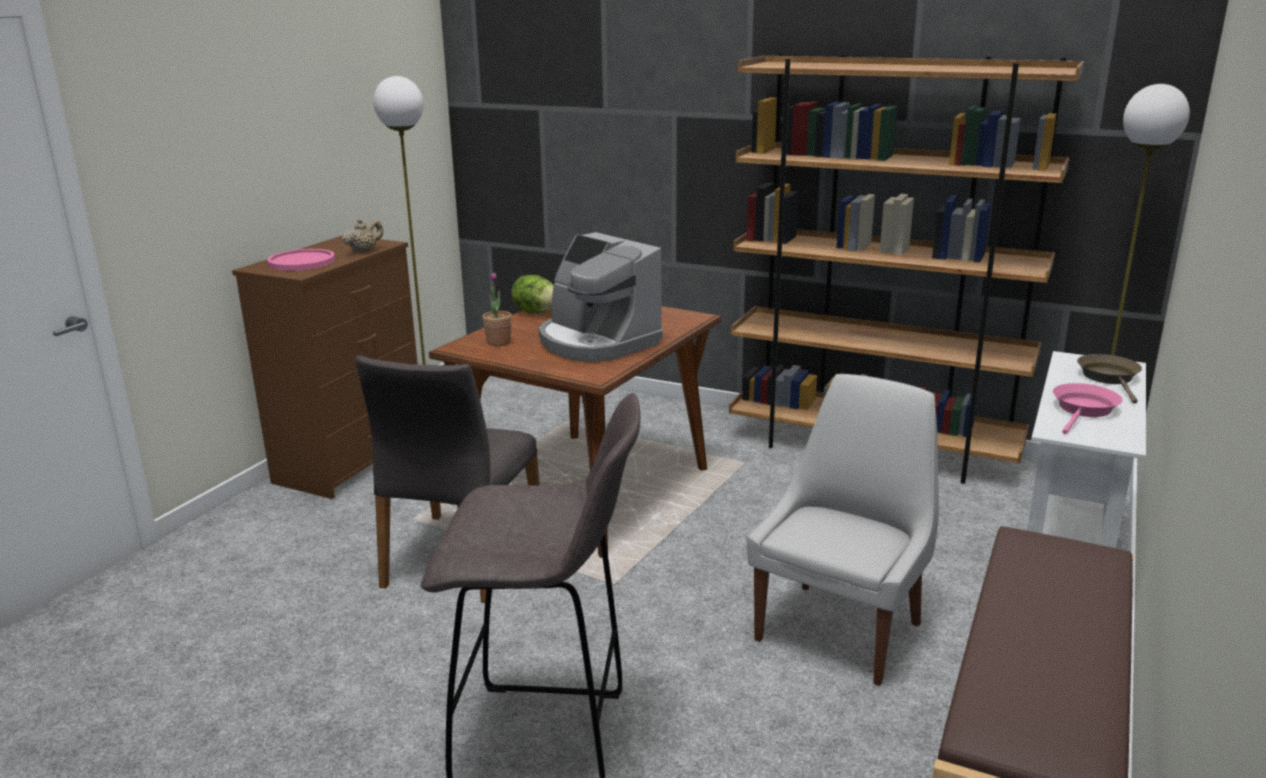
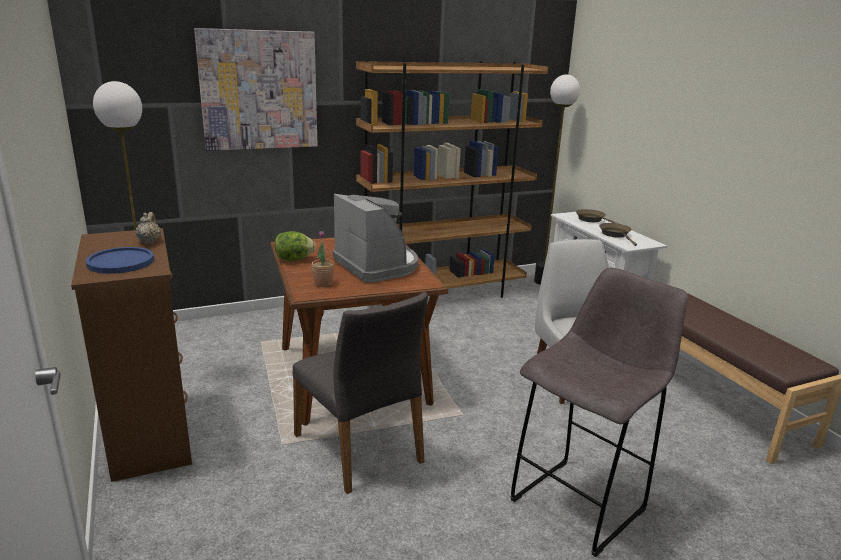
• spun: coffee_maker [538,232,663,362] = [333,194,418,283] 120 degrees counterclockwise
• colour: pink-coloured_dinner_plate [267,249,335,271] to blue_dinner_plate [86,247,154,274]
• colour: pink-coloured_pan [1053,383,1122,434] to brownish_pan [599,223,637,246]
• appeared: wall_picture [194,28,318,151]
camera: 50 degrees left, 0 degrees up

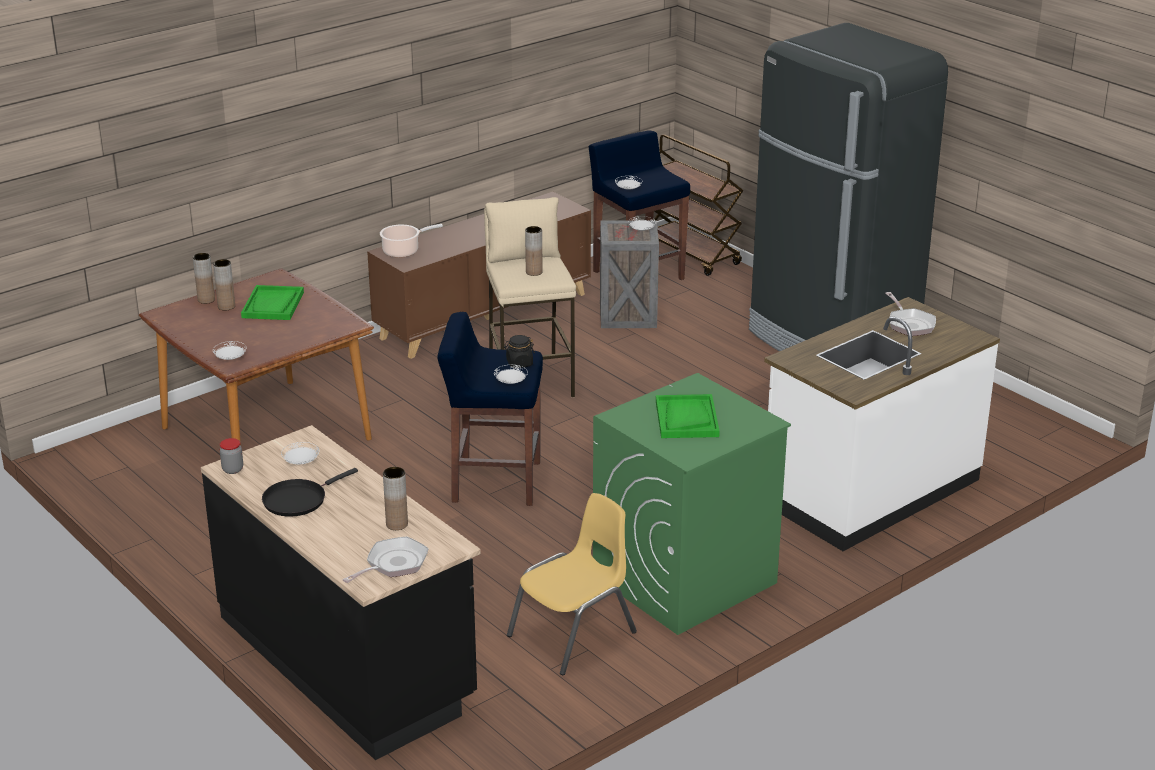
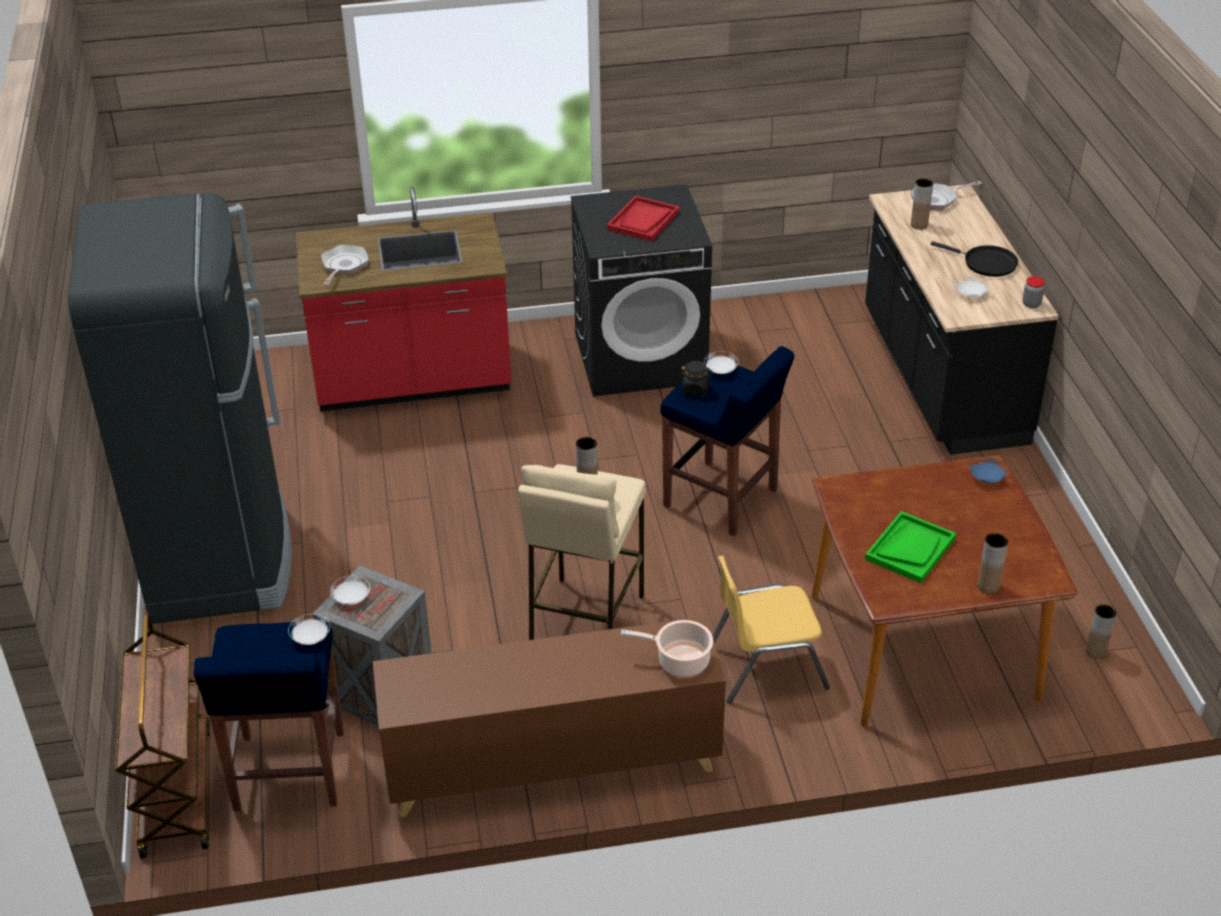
• relocated: brownish_flower_vase [213,259,235,310] to [1086,604,1116,659]
• colour: white_counter [764,297,1000,551] to red_counter [296,187,512,411]
• colour: white_dinner_plate [213,341,246,360] to blue_dinner_plate [970,457,1008,483]
• colour: green-coloured_laundry_machine [593,373,791,635] to blackish_laundry_machine [571,184,712,396]
• colour: green-coloured_serving_tray [656,394,720,438] to red_serving_tray [607,195,679,242]
• spun: blackish_pan [262,468,358,517] = [931,241,1018,277] 45 degrees clockwise
• relocated: yellowish_upright_chair [507,493,637,675] to [712,556,830,704]
camera: 150 degrees left, 10 degrees up

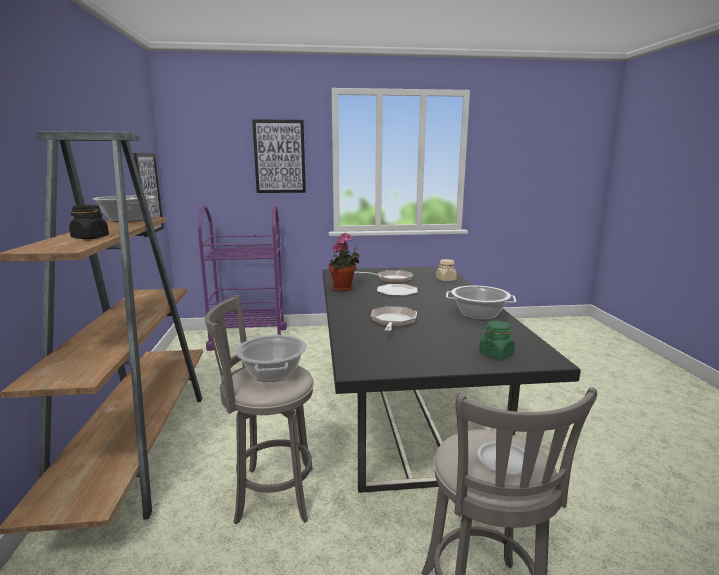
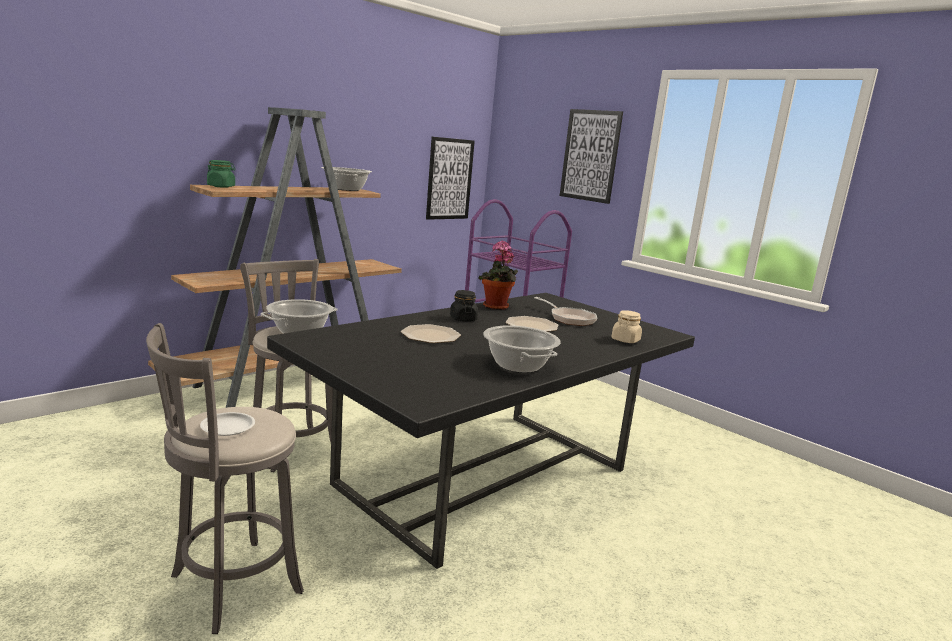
• relocated: blackish_preserve_jar [69,205,109,239] to [450,290,478,321]
• exchanged: pan [371,306,417,331] to dinner_plate [401,324,461,343]
• relocated: green-coloured_preserve_jar [479,321,515,359] to [207,160,236,188]
camera: 50 degrees right, 0 degrees up

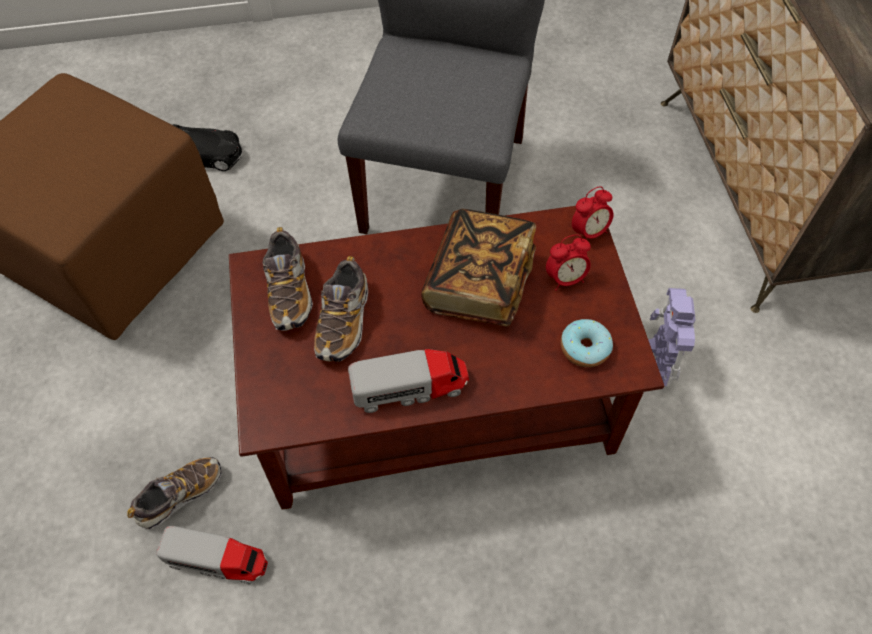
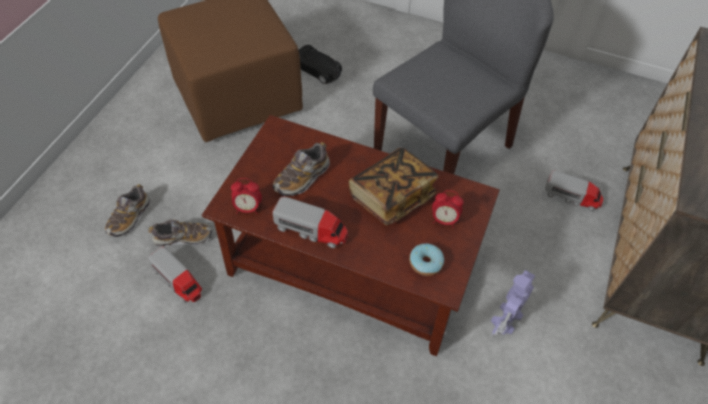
• relocated: alarm_clock [572,186,614,240] to [231,178,262,214]
• relocated: shoe [263,227,313,331] to [105,184,150,237]
• appeared: toy_truck [545,171,604,211]
camera: 30 degrees right, 5 degrees down

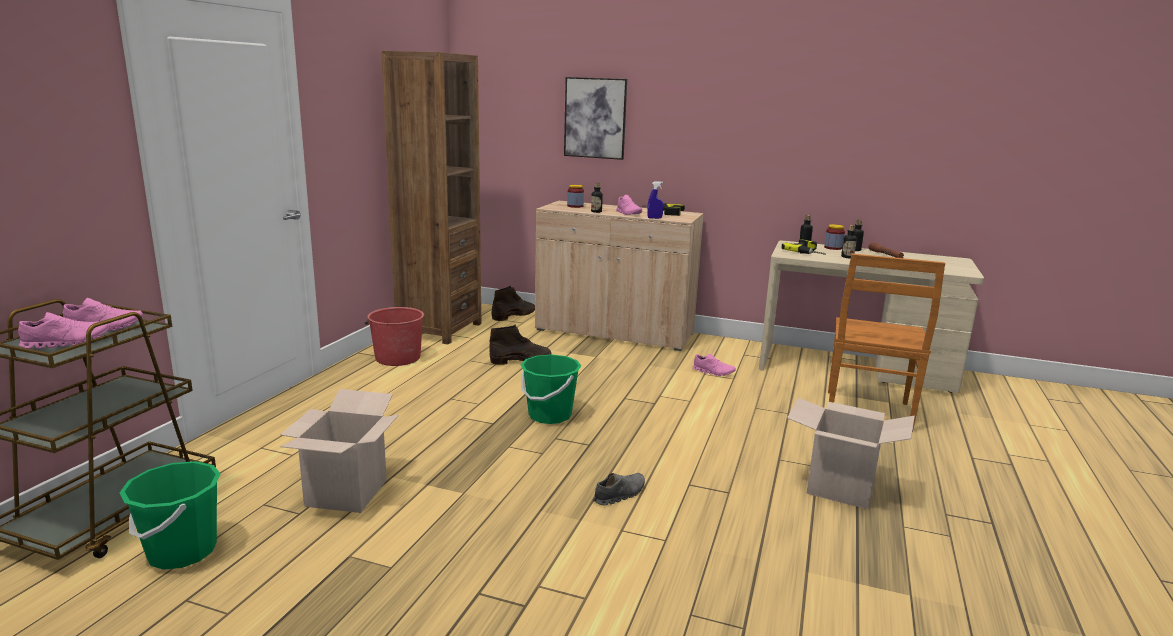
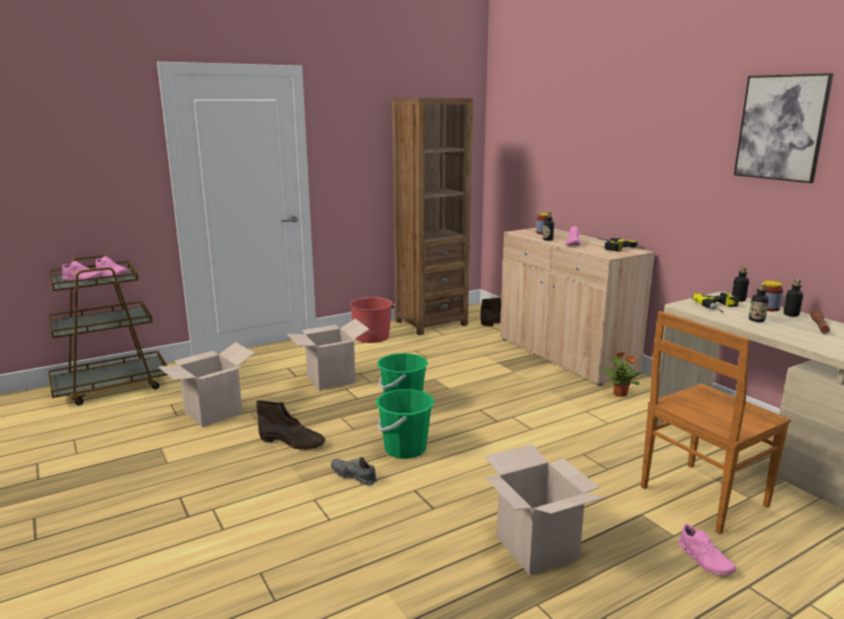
• relocated: wall_picture [564,77,627,160] to [734,73,834,183]
• missing: blue_sprayer [647,181,664,219]
• relocated: brownish_high-top_boot [489,324,552,365] to [256,400,325,450]
• relocated: pink-coloured_shoe [693,353,736,376] to [678,524,736,575]
• relocated: green-coloured_pail [120,461,221,570] to [376,389,434,459]
• spun: grey_shoe [593,473,645,505] = [331,457,377,486] 150 degrees counterclockwise
• appeared: carton [287,319,369,390]
• appeared: plant_in_a_pot [602,352,643,397]
camera: 40 degrees right, 0 degrees up

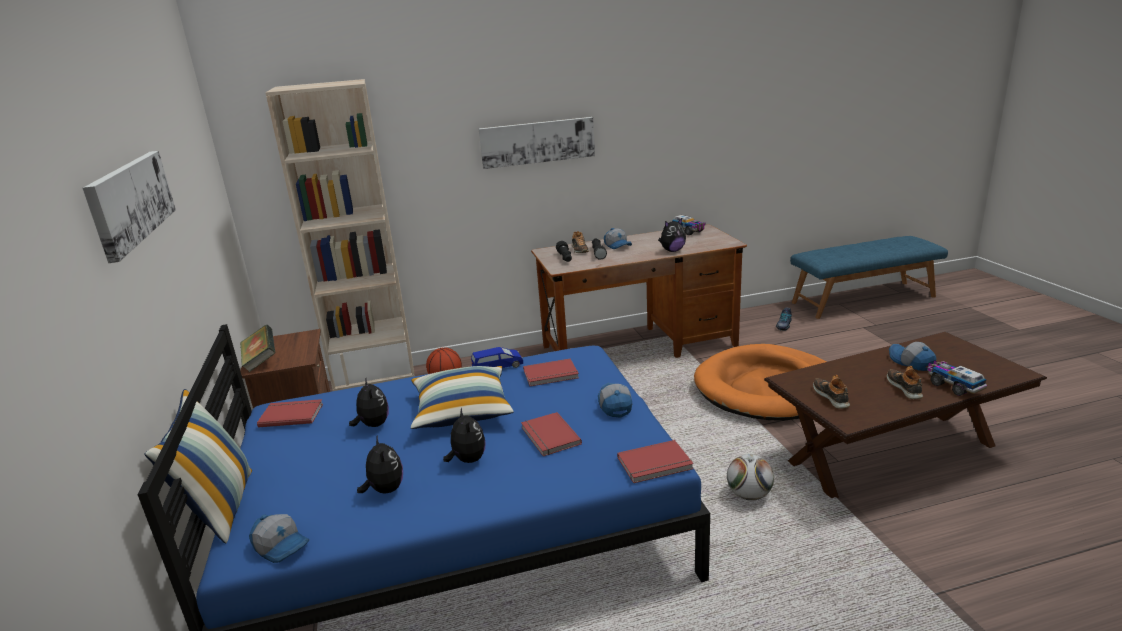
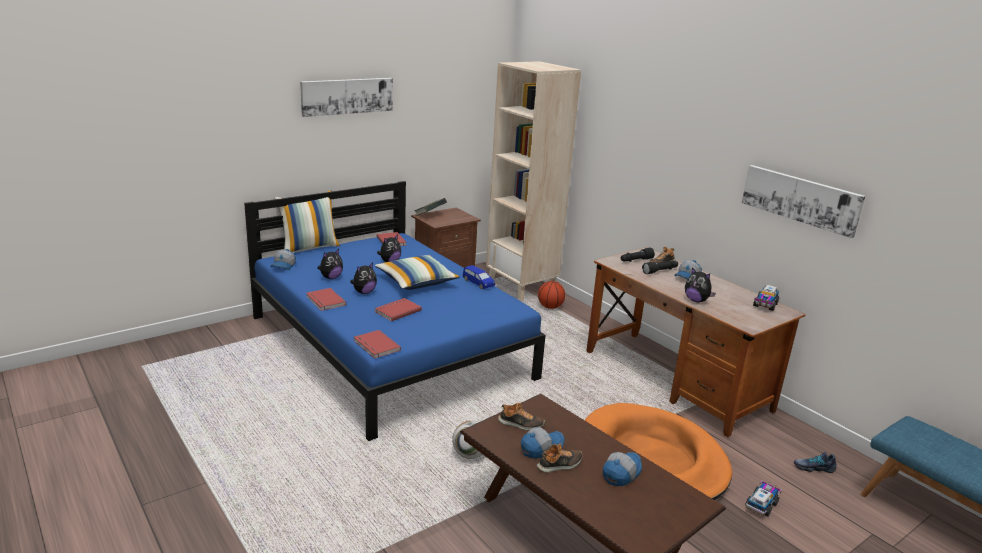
• relocated: wall_picture [479,117,595,169] to [742,165,865,238]
• relocated: red_volume [523,359,579,386] to [306,288,346,311]
• relocated: toy_truck [927,361,987,396] to [745,481,782,516]
• spun: shoe [813,375,850,409] = [498,403,545,430] 45 degrees clockwise
• relocated: cap [598,383,632,418] to [521,427,565,459]
camera: 65 degrees right, 0 degrees up

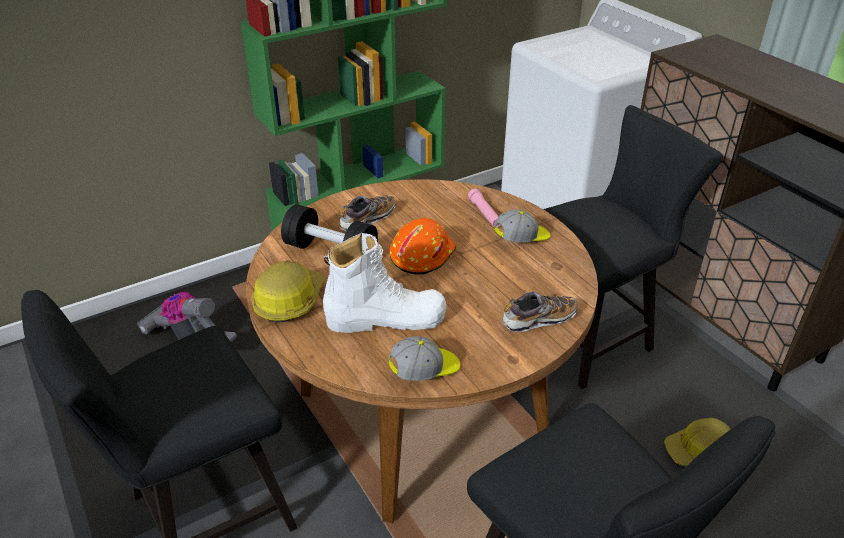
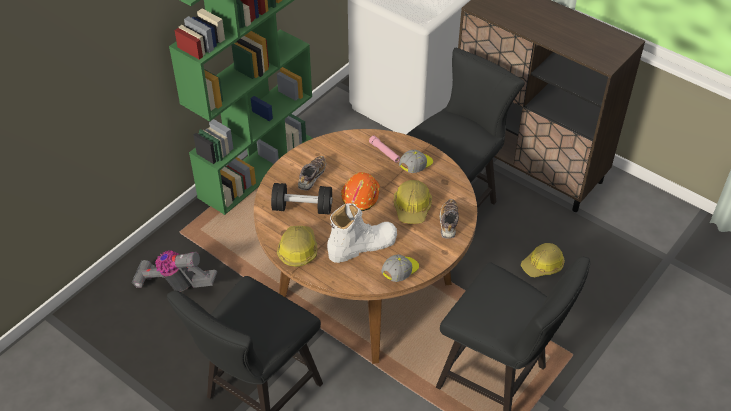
• spun: shoe [502,291,577,332] = [439,199,459,238] 45 degrees counterclockwise
• appeared: hard_hat [394,180,432,224]
camera: 20 degrees left, 10 degrees up

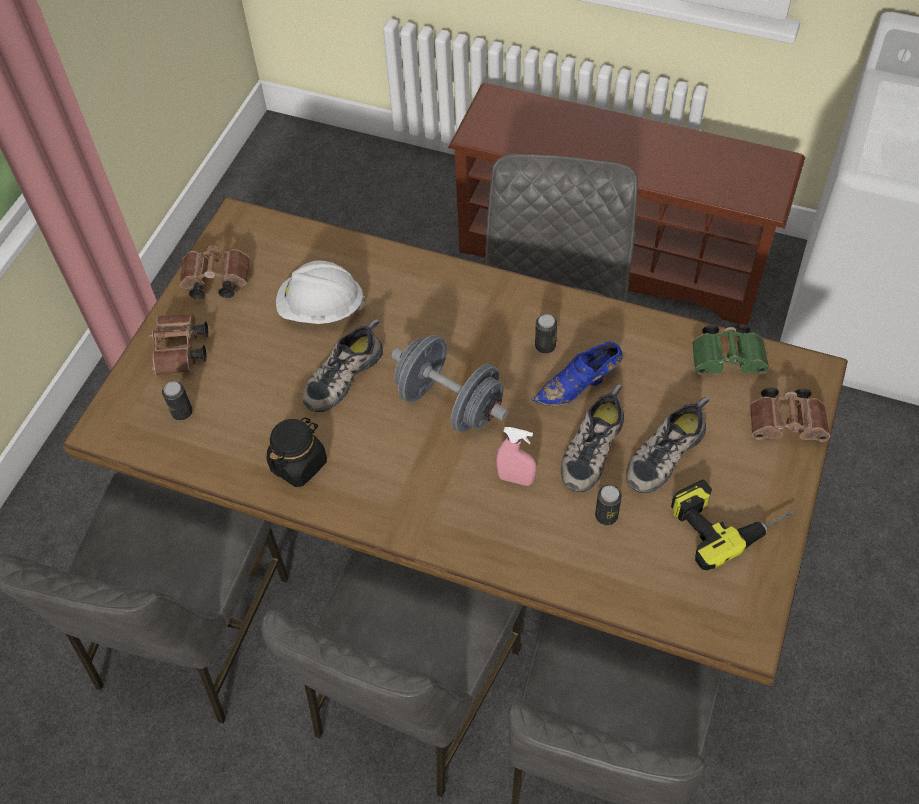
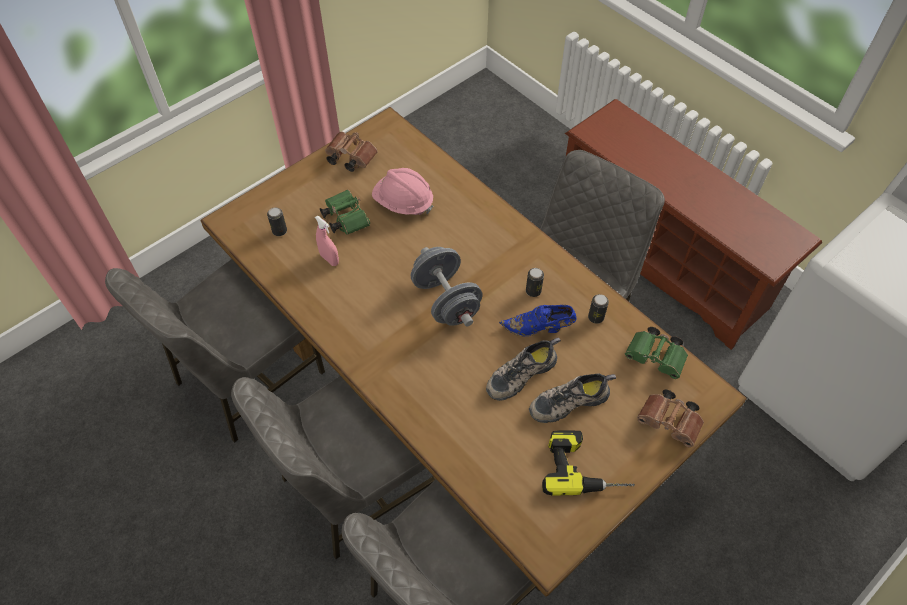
• colour: white_hard_hat [276,260,365,324] to pink-coloured_hard_hat [372,168,433,215]
• missing: brownish_pair_of_binoculars [149,314,208,375]
• missing: shoe [302,319,383,412]
• missing: blackish_preserve_jar [267,417,327,487]
• relocated: pink-coloured_sprayer [496,427,537,486] to [315,216,339,266]
• relocated: sealed_can [595,485,622,525] to [588,294,609,324]
• appeared: green-coloured_pair_of_binoculars [320,190,370,235]
camera: 25 degrees right, 0 degrees up

